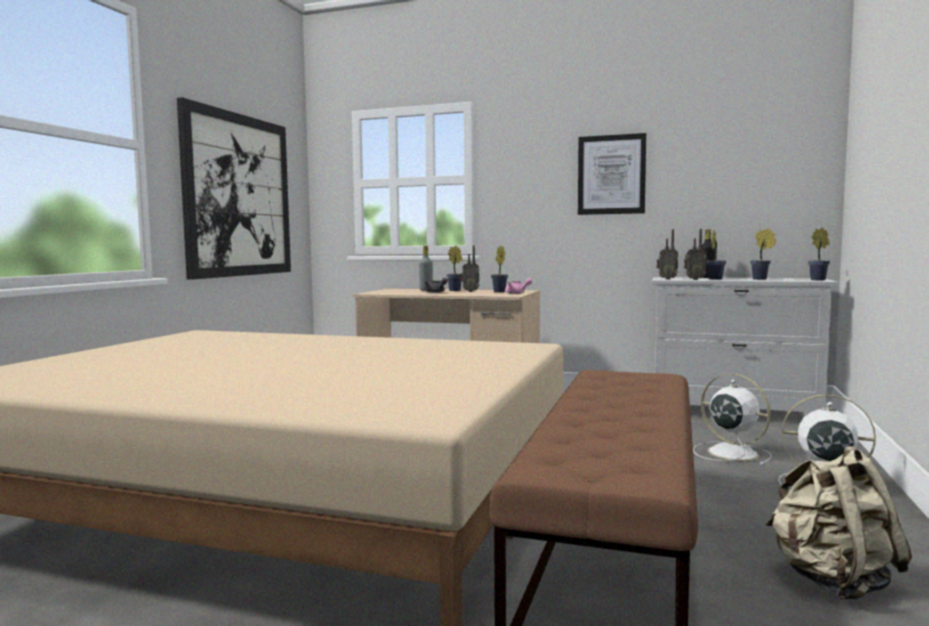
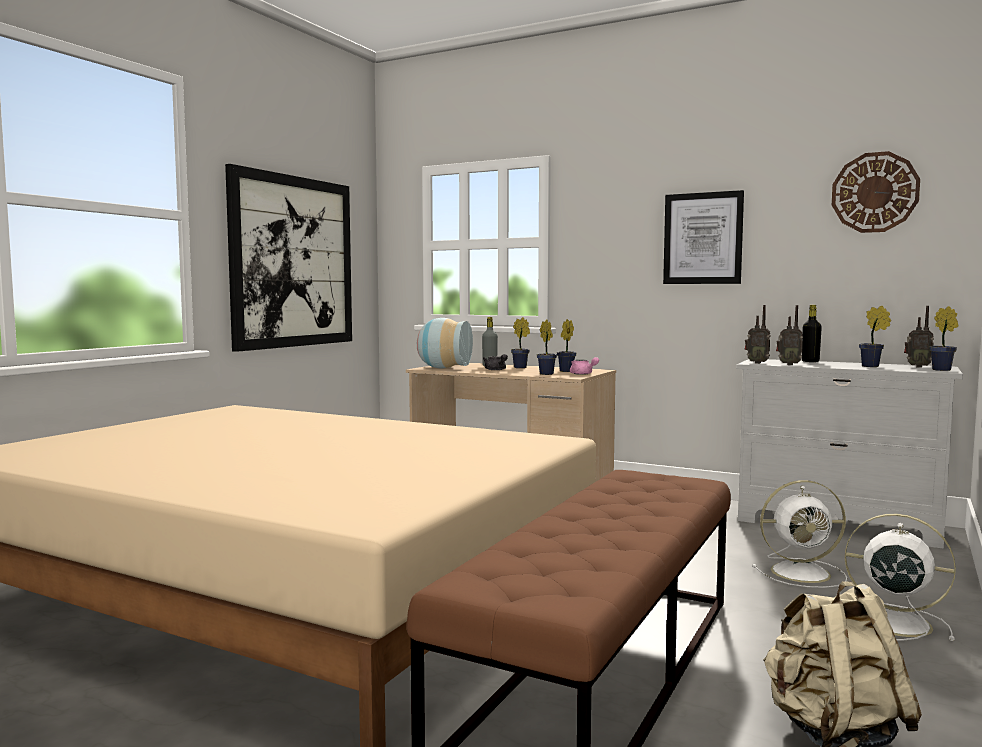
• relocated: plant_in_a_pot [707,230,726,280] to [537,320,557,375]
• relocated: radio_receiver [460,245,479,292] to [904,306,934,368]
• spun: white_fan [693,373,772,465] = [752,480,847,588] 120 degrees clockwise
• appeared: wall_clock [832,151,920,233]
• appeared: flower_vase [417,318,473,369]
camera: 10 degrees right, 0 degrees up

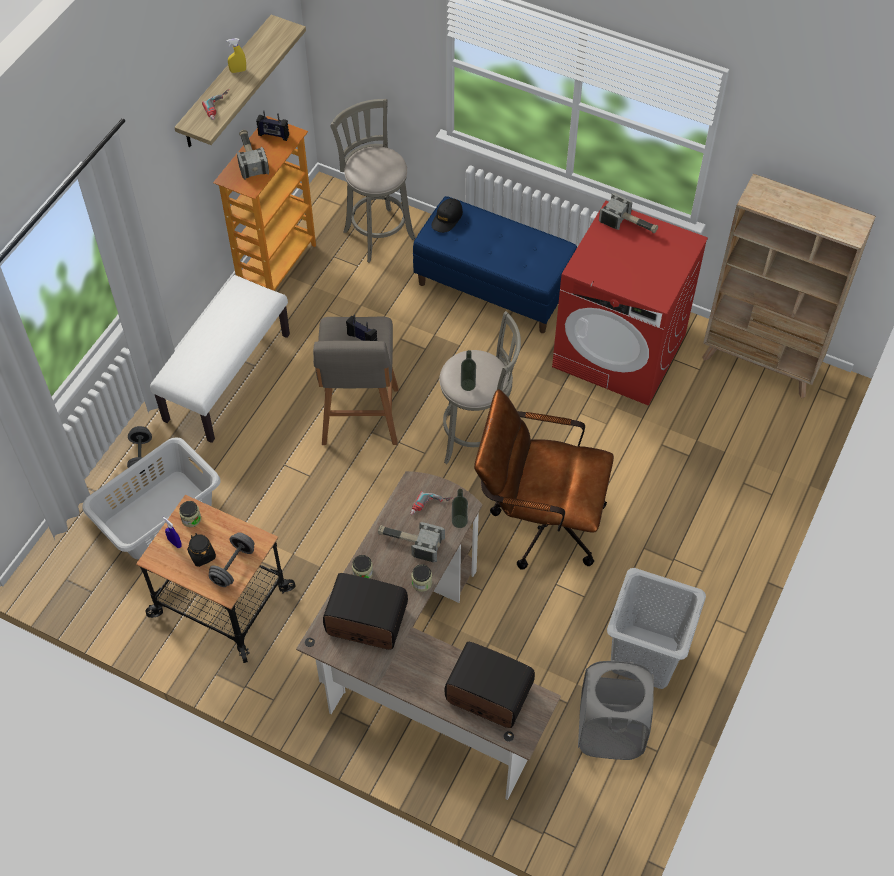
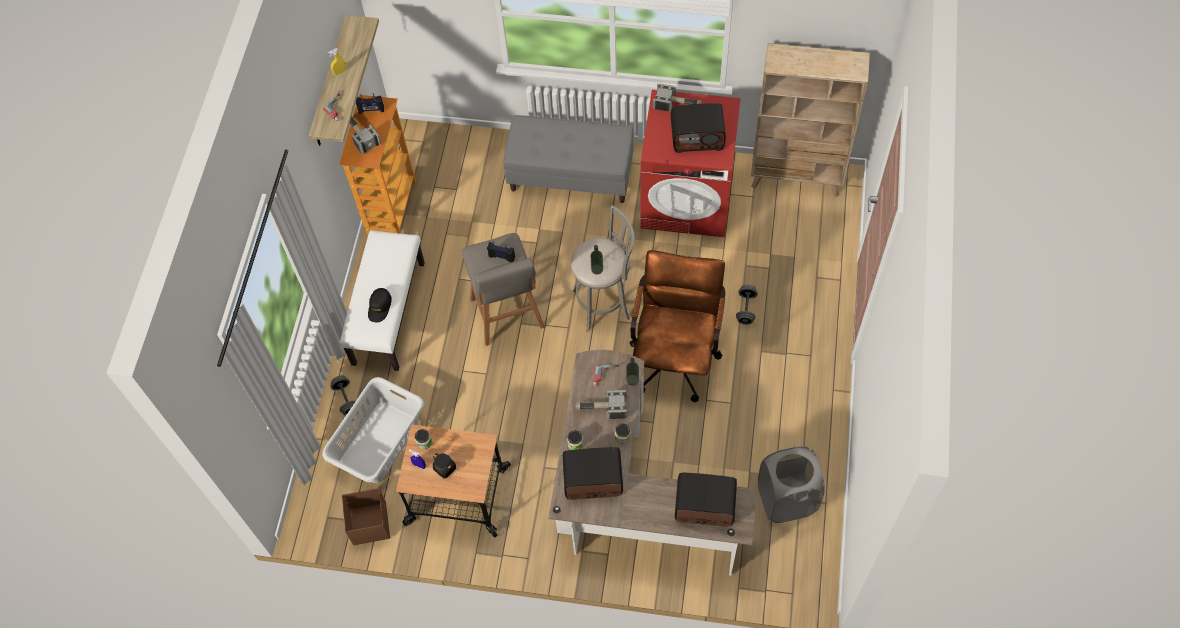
• missing: grey_sitting_stool [331,99,416,263]
• colour: blue_long_seat [413,196,577,333] to grey_long_seat [503,115,634,203]
• relocated: blackish_cap [431,198,463,233] to [368,288,392,322]
• spun: brownish_desk_chair [474,389,614,570] = [630,250,725,402] 105 degrees clockwise
• relocated: grey_free_weight [208,532,255,587] to [736,285,758,325]
• missing: grey_washing_basket [607,568,706,689]
• appeared: radio_receiver [671,103,726,153]
• appeared: brownish_storage_box [342,488,390,545]
camera: 15 degrees left, 5 degrees up

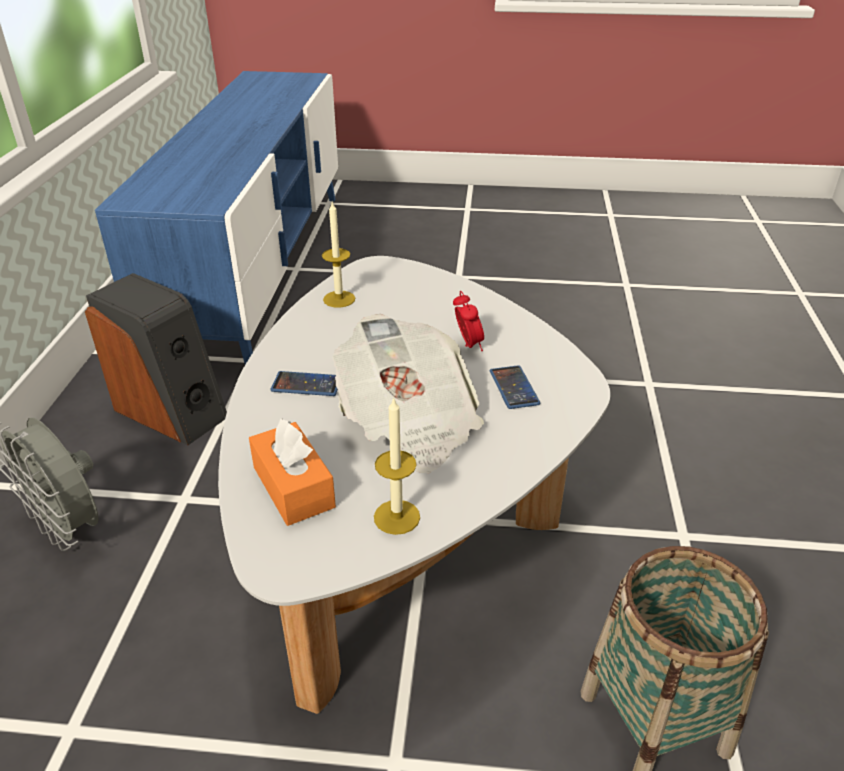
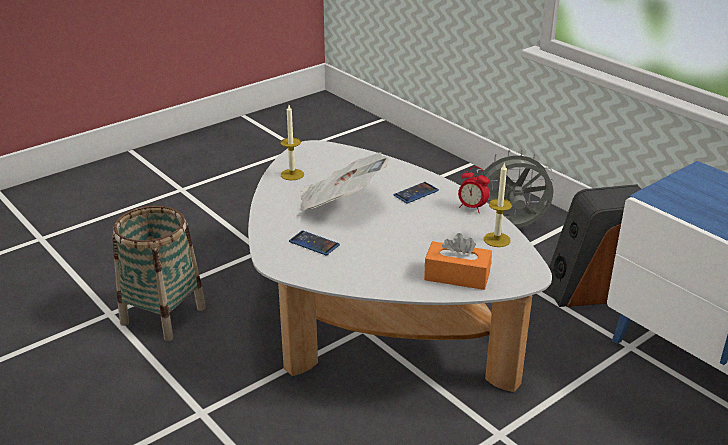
• relocated: alarm_clock [453,291,484,351] to [458,166,489,213]
• relocated: orangey_tissue_box [249,419,336,526] to [424,233,492,290]
camera: 135 degrees right, 5 degrees down

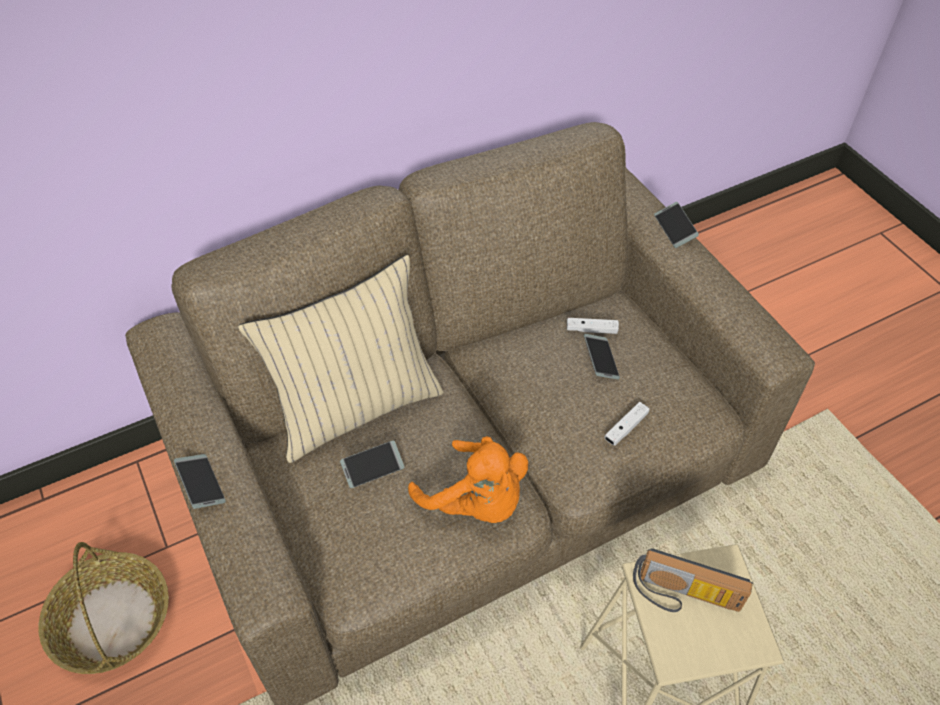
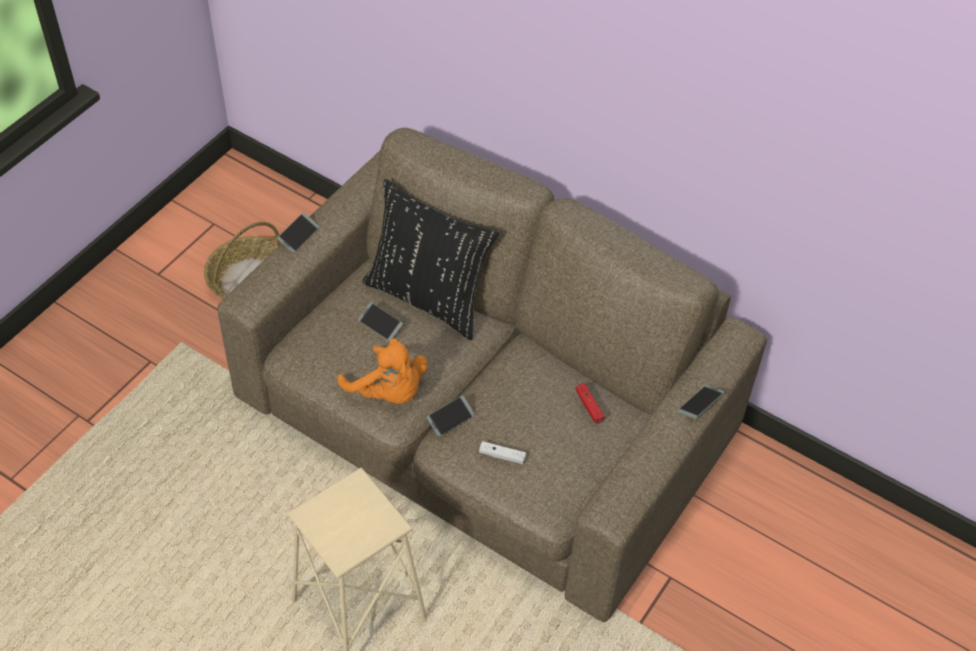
• colour: beige-coloured_pillow [238,255,443,463] to blackish_pillow [363,179,499,340]
• colour: white_gamepad [567,318,619,334] to red_gamepad [575,383,605,424]
• relocated: telephone [584,334,620,380] to [427,396,475,437]
• spun: orangey_soft_toy [408,436,528,523] = [338,338,428,404] 60 degrees counterclockwise
• missing: radio_receiver [633,548,753,612]
camera: 60 degrees right, 0 degrees up

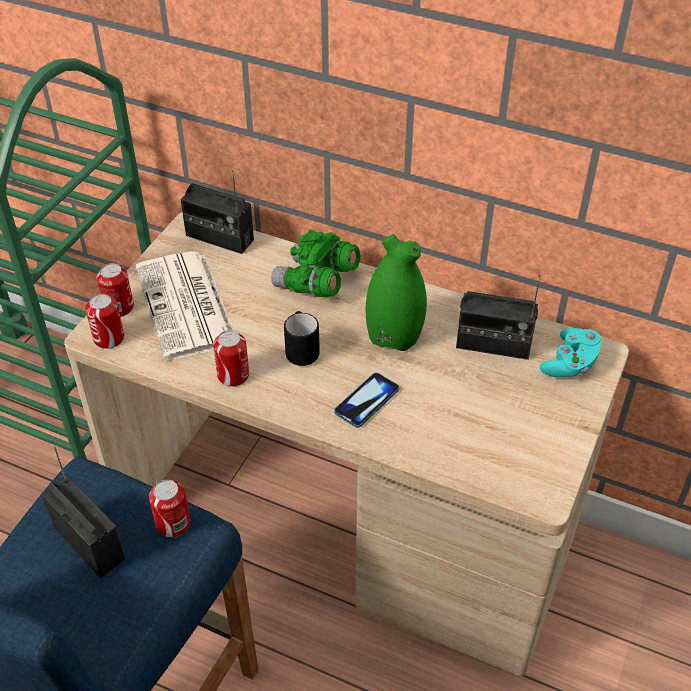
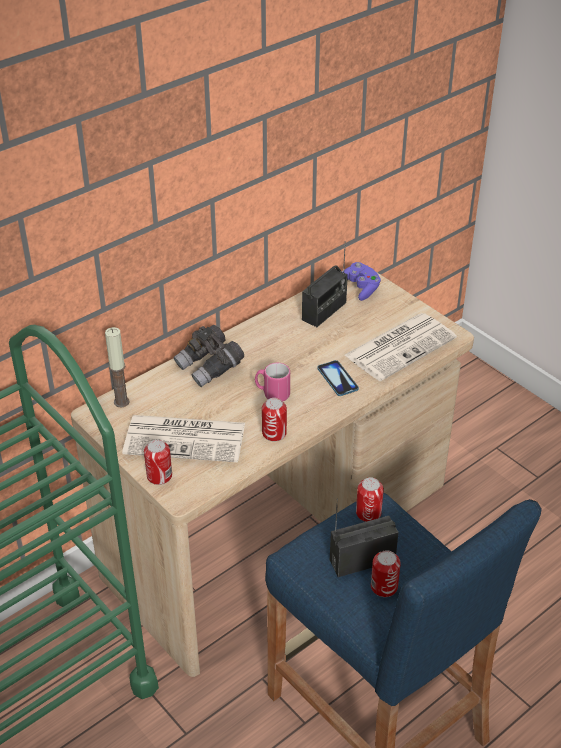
• exchanged: radio_receiver [181,170,254,254] to wax_light [105,327,130,408]
• colour: green-coloured_pair_of_binoculars [271,230,361,297] to grey_pair_of_binoculars [173,325,244,387]
• missing: green-coloured_flower_vase [366,234,427,351]
• relocated: sealed_can [85,294,124,349] to [371,550,401,597]
• colour: blackish_coffee_mug [284,311,320,366] to pink-coloured_coffee_mug [255,363,290,401]
• colour: turquoise-coloured_gamepad [540,328,602,377] to purple_gamepad [342,262,381,301]
• appeared: newspaper [344,313,457,381]
camera: 65 degrees left, 5 degrees down

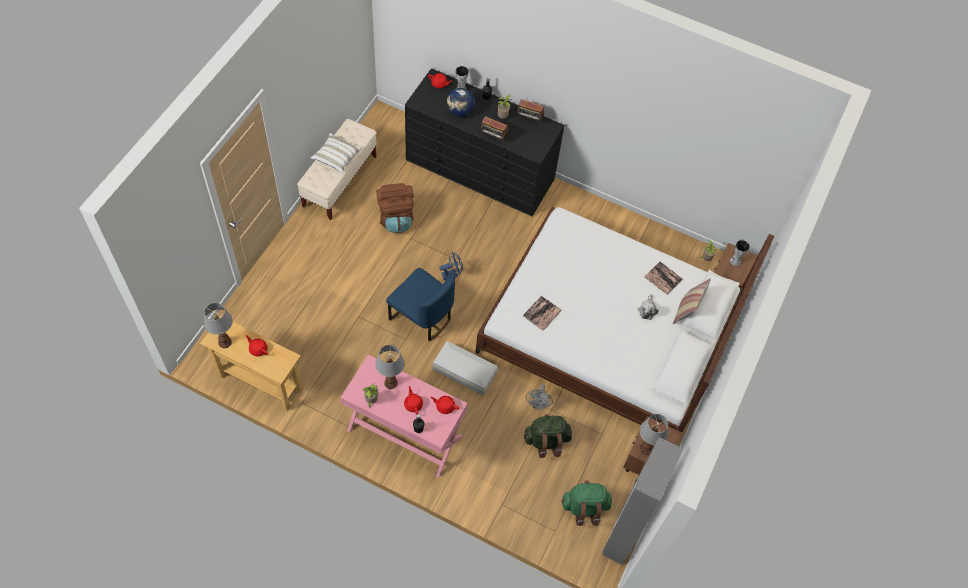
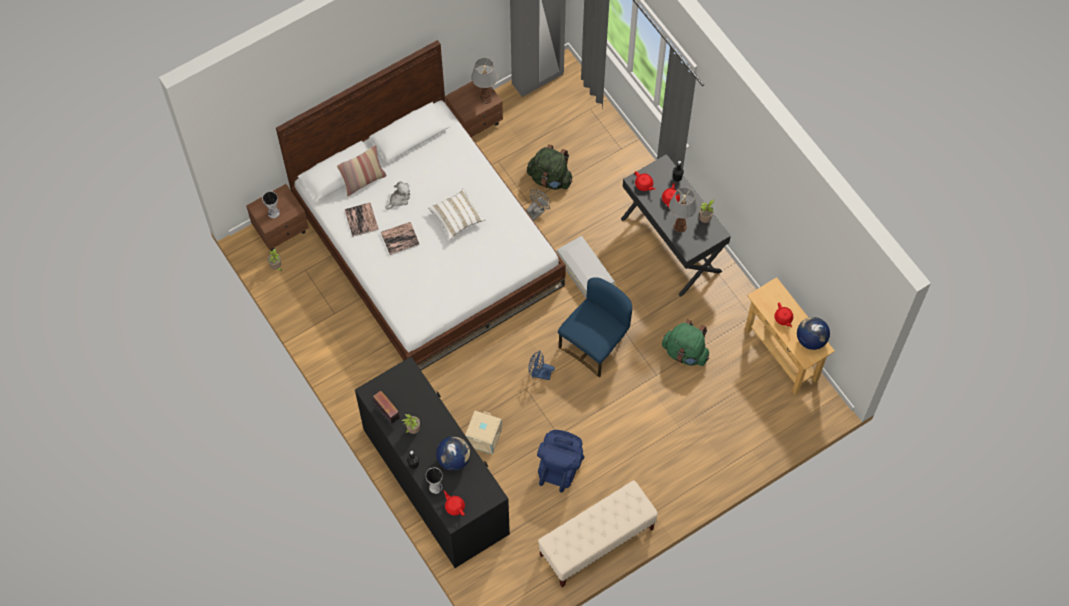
• missing: radio_receiver [481,116,508,142]
• relocated: white_pillow [310,133,361,174] to [428,188,486,240]
• colour: brownish_knapsack [376,183,414,233] to blue_knapsack [537,430,584,492]
• spun: blue_upright_chair [386,267,455,341] = [558,277,632,377] 60 degrees clockwise
• relocated: volume [523,296,562,331] to [381,222,420,255]
• exchanged: table_lamp [204,303,233,348] to desk_globe [797,317,830,350]
• colour: pink-coloured_desk_unit [340,355,468,478] to blackish_desk_unit [621,154,731,297]
• relocated: green-coloured_knapsack [561,480,612,526] to [662,319,709,366]
• appeared: beige-coloured_storage_box [465,410,502,455]
camera: 145 degrees left, 5 degrees up

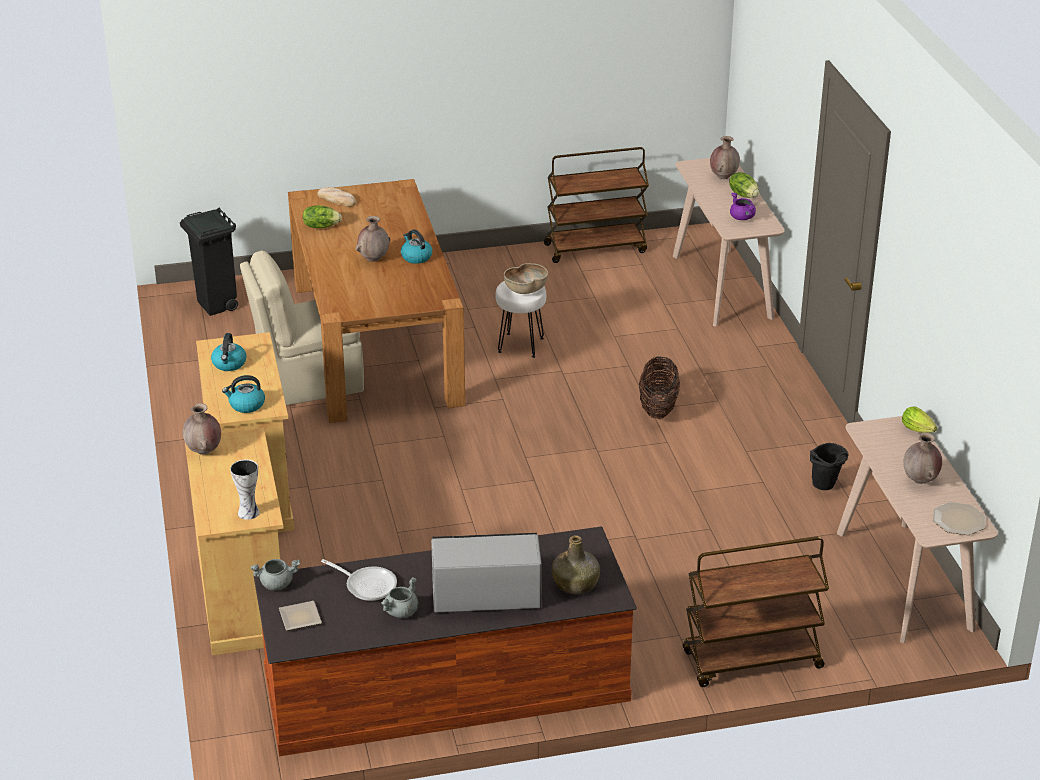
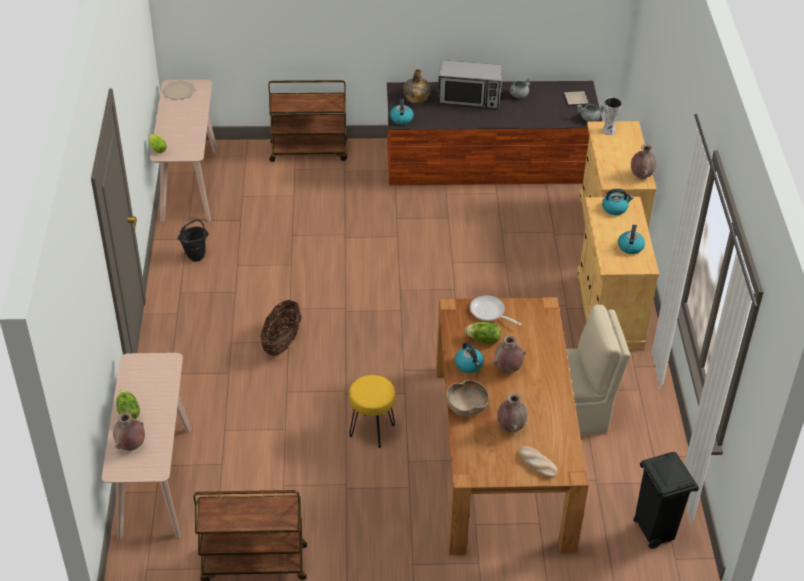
• missing: purple_saucepot [730,193,756,220]
• relocated: lettuce [303,205,342,228] to [465,322,501,343]
• relocated: brownish_serving_bowl [504,263,548,294] to [446,380,489,416]
• colour: white_sitting_stool [496,281,546,358] to yellowish_sitting_stool [349,375,395,448]
• relocated: brownish_flower_vase [903,433,942,484] to [497,393,528,432]
• relocated: pan [321,559,397,601] to [470,295,522,325]
• appeared: tea_kettle [390,99,414,125]
camera: 170 degrees left, 10 degrees up

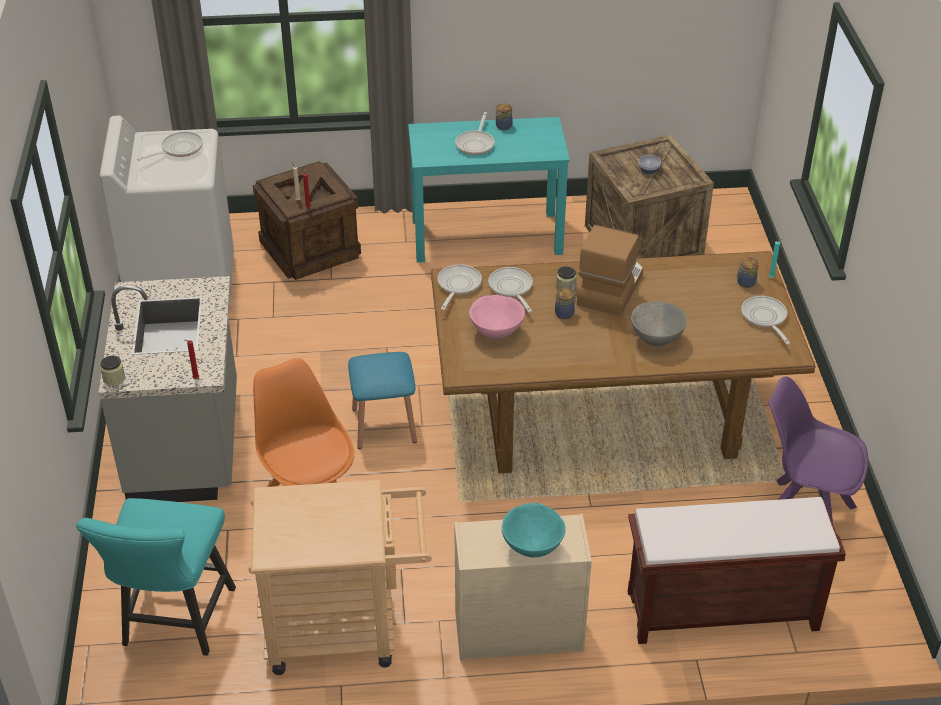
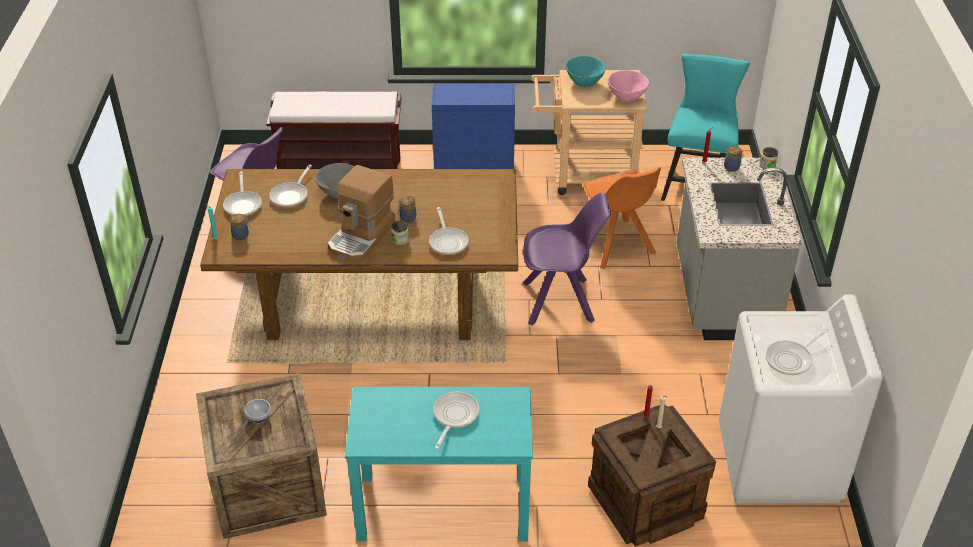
• relocated: preserve_jar [495,103,513,130] to [724,146,742,172]
• relocated: pan [438,264,482,310] to [269,165,312,208]
• relocated: pink-coloured_serving_bowl [469,295,525,339] to [608,70,649,102]
• exchanged: blue_sitting_stool [348,352,417,449] to purple_upright_chair [523,193,611,325]
• relocated: turquoise-coloured_serving_bowl [502,503,566,557] to [565,56,606,87]
• colour: beige-coloured_drawer_chest [454,514,592,661] to blue_drawer_chest [432,83,515,169]
camera: 175 degrees left, 0 degrees up

